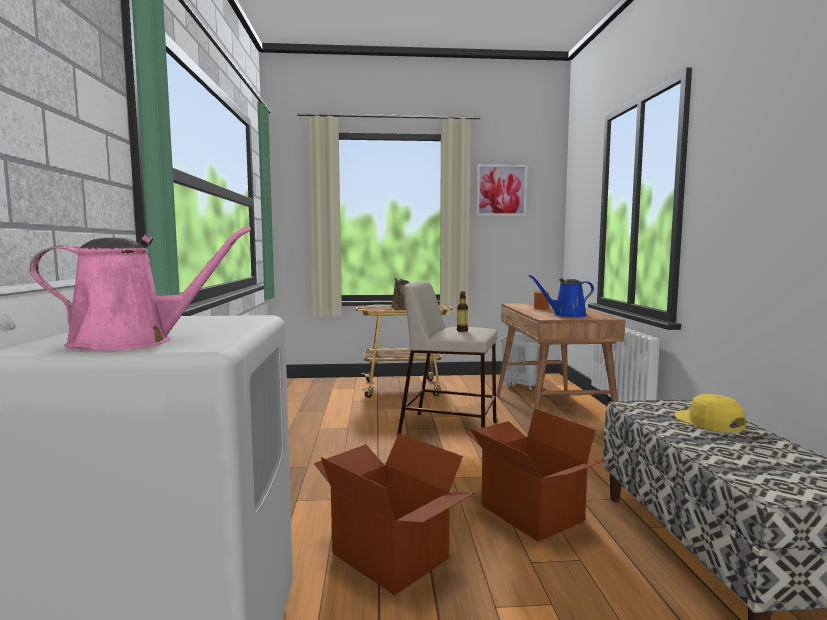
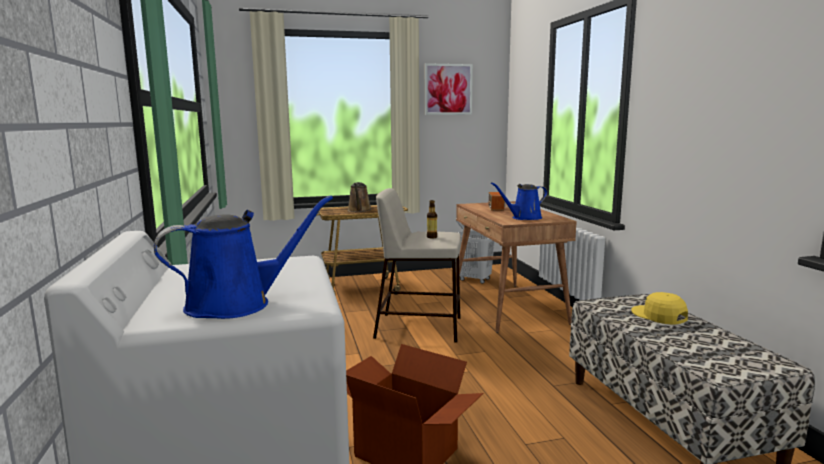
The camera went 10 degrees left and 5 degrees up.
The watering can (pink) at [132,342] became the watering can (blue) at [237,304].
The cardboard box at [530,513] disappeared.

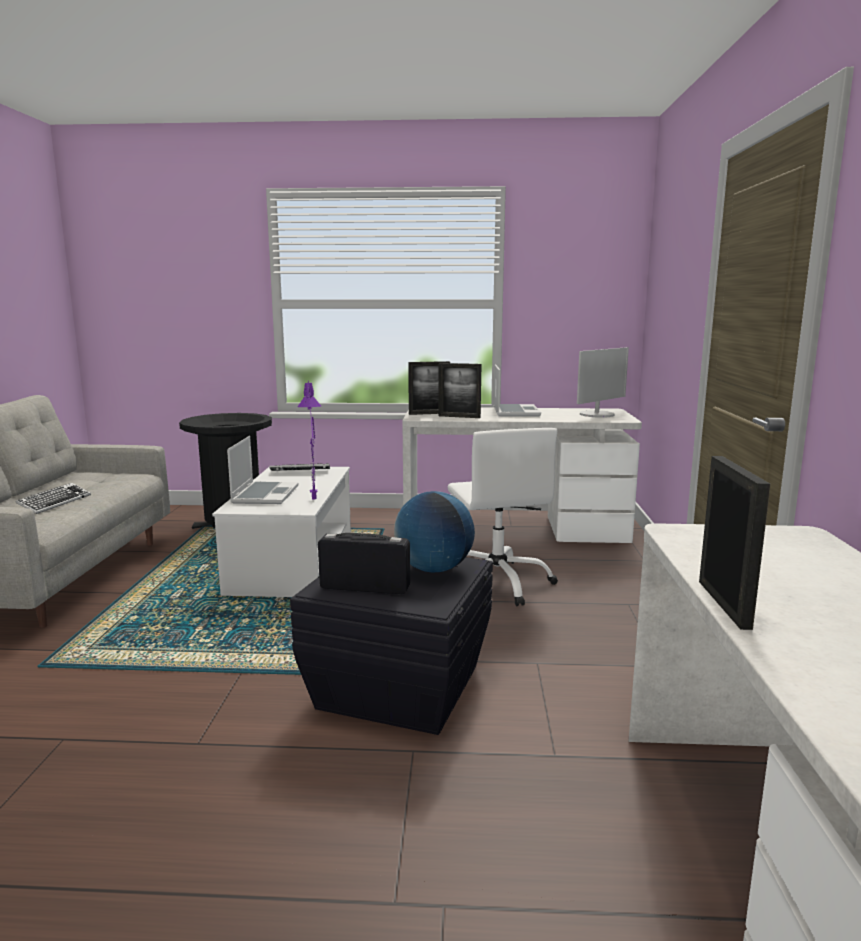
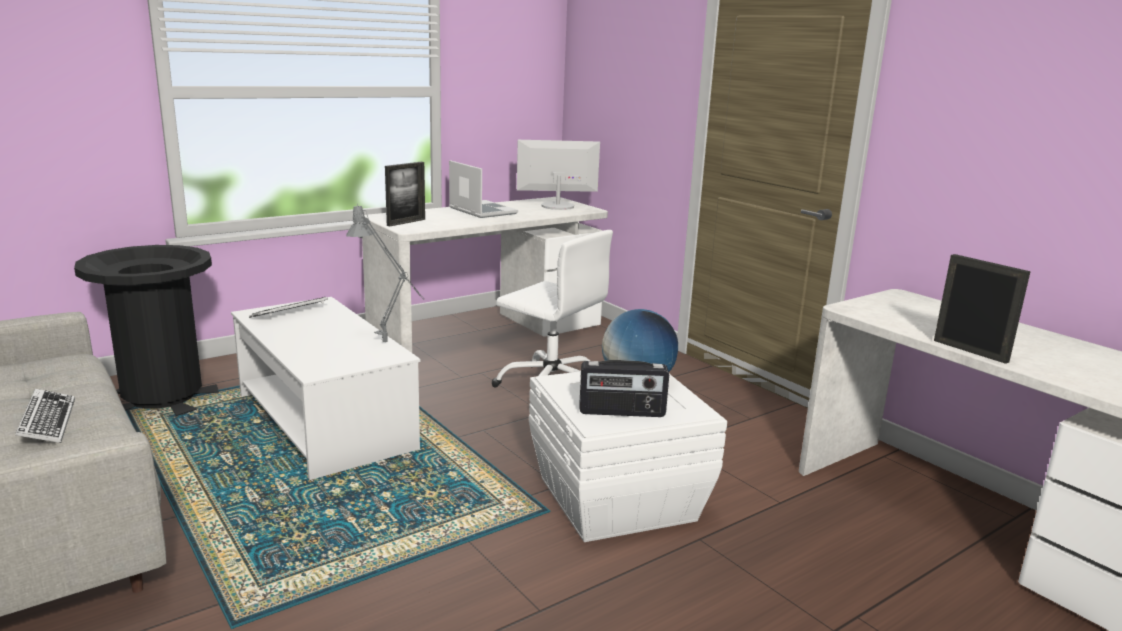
The camera went 40 degrees left and 5 degrees up.
The laptop at [264,494] disappeared.
The storage box (black) at [398,686] became the storage box (white) at [614,498].
The table lamp (purple) at [314,502] became the table lamp (grey) at [389,345].
The radio at [365,587] turned 150 degrees counterclockwise.
The picture frame at [459,417] disappeared.
The monitor at [597,414] turned 105 degrees counterclockwise.

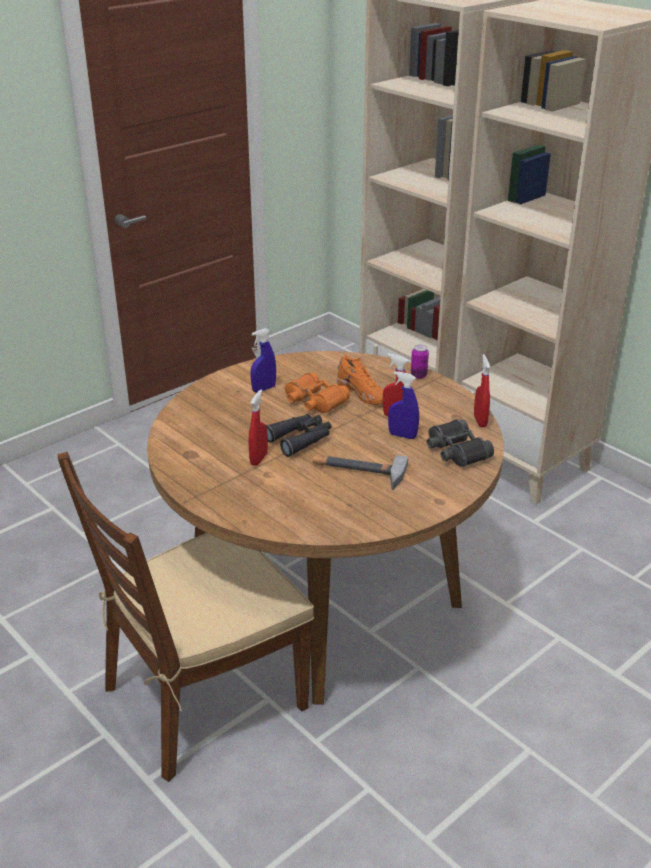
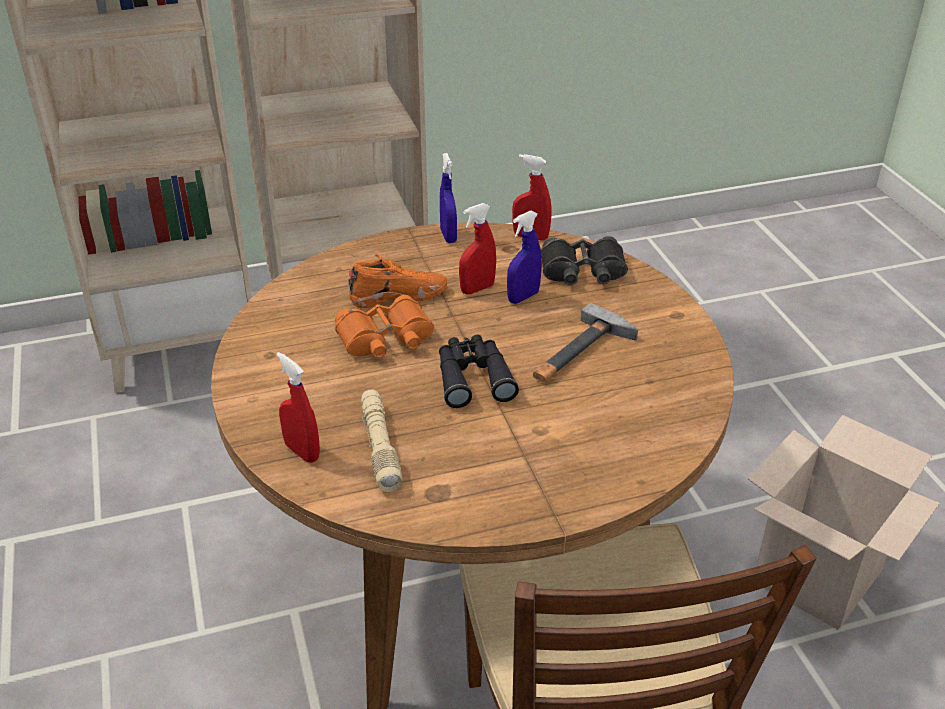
The camera went 65 degrees left and 5 degrees up.
The spray bottle (red) moved from [259,459] to [302,452].
The spray bottle (blue) moved from [264,389] to [448,236].
The can at [418,375] disappeared.
The flashlight (beige) at [380,447] appeared.
The cardboard box at [817,576] appeared.

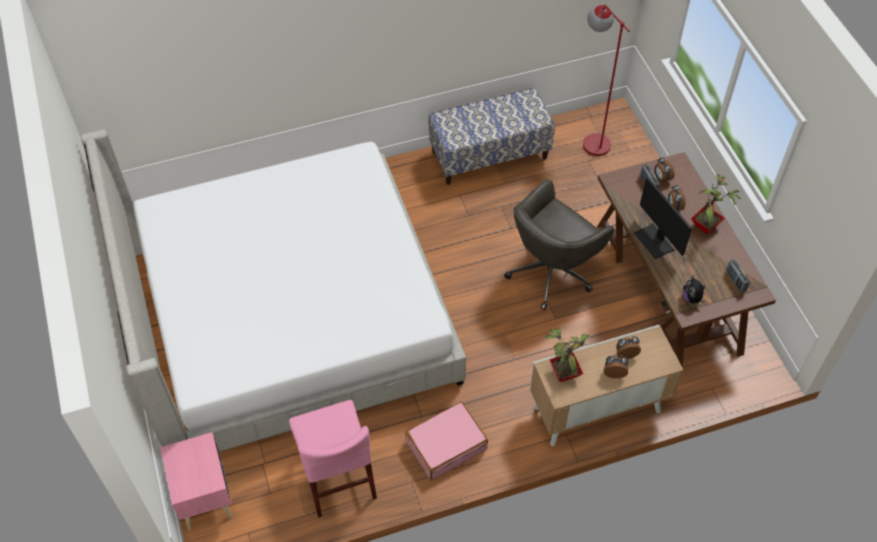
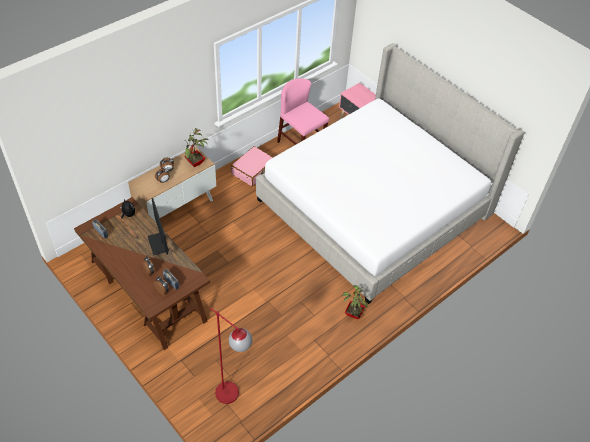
The camera went 155 degrees right and 5 degrees down.
The bench at [489,154] disappeared.
The office chair (grey) at [552,271] disappeared.
The monitor at [654,241] turned 150 degrees counterclockwise.
The potted plant moved from [706,227] to [353,313].

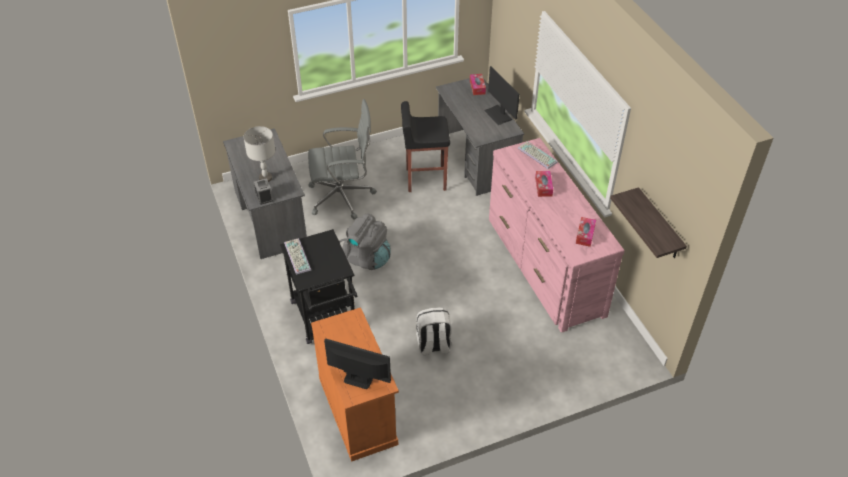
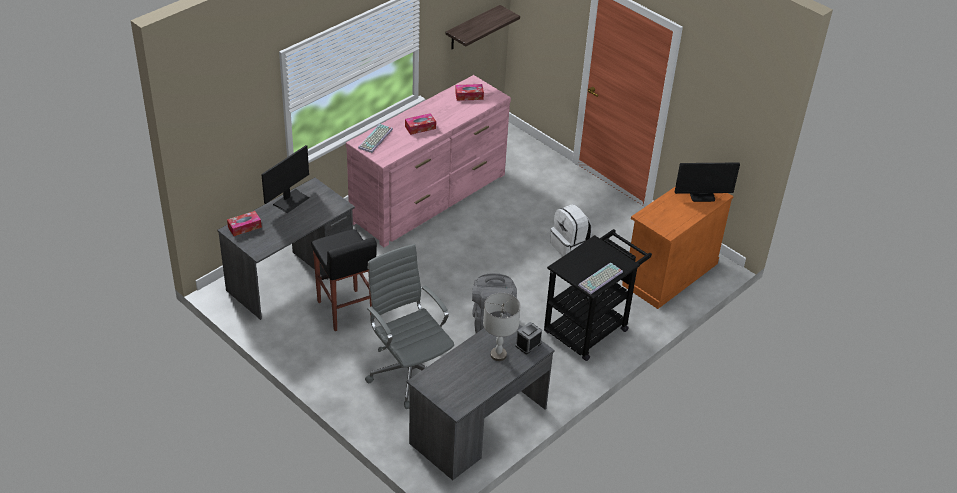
The camera went 115 degrees left and 5 degrees down.
The monitor at [358,379] turned 90 degrees counterclockwise.

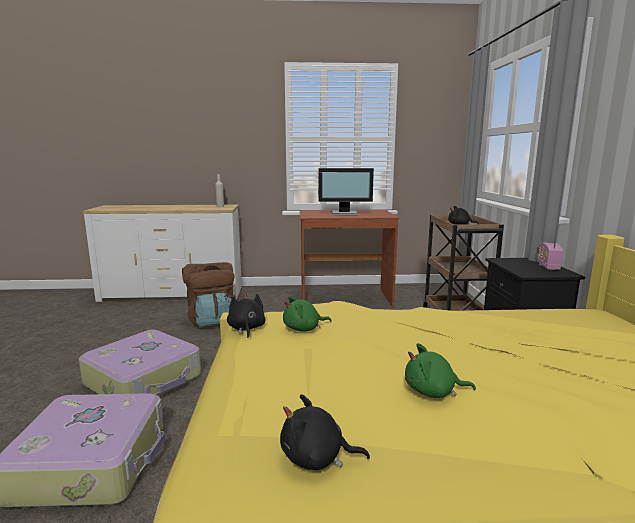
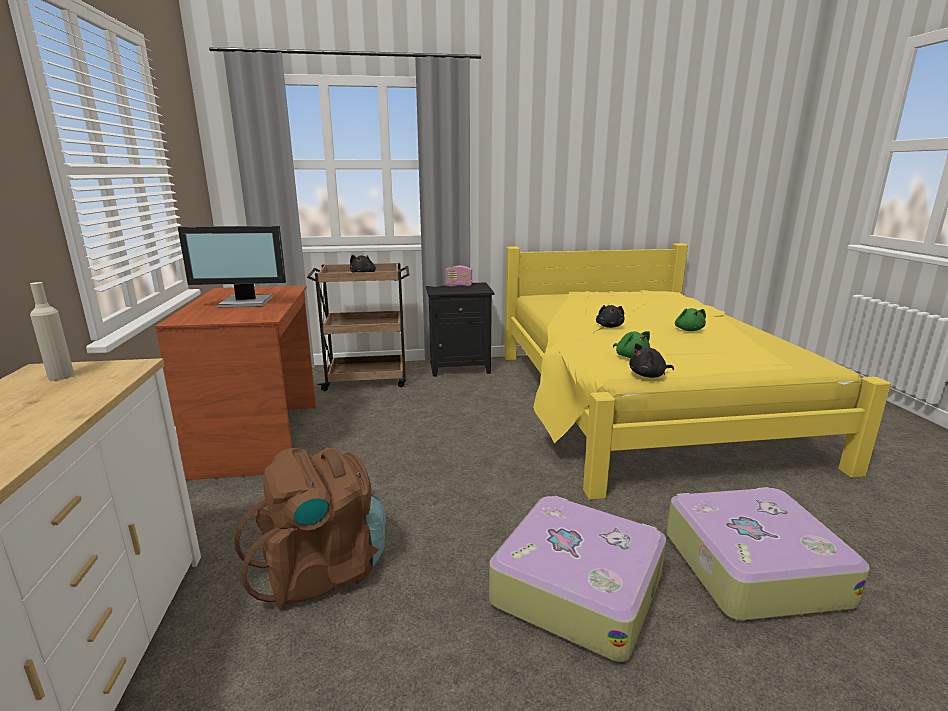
The camera went 95 degrees left and 5 degrees up.
The plush toy (black) moved from [316,458] to [609,326].
The monitor at [345,213] turned 90 degrees clockwise.

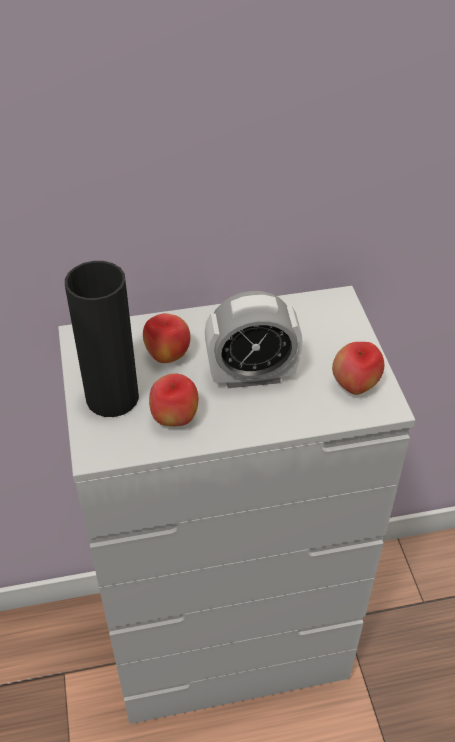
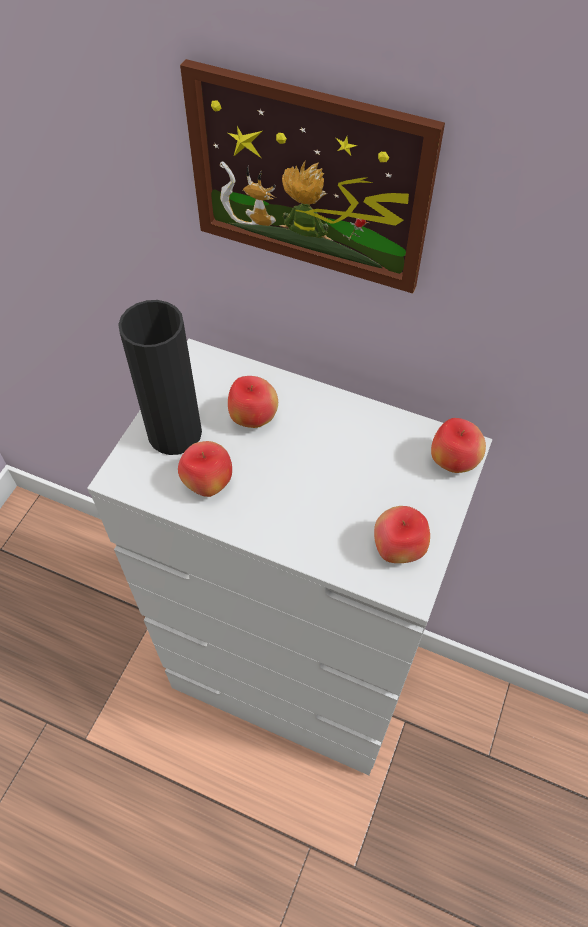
The camera went 35 degrees right and 10 degrees up.
The alarm clock at [252,376] disappeared.
The picture at [308,180] appeared.
The apple at [452,462] appeared.

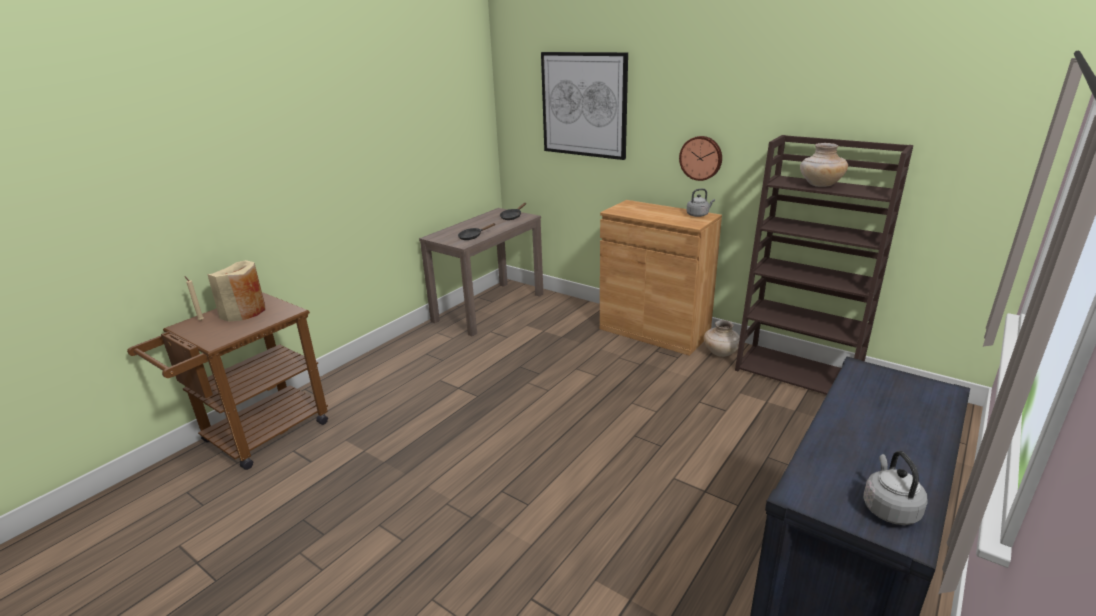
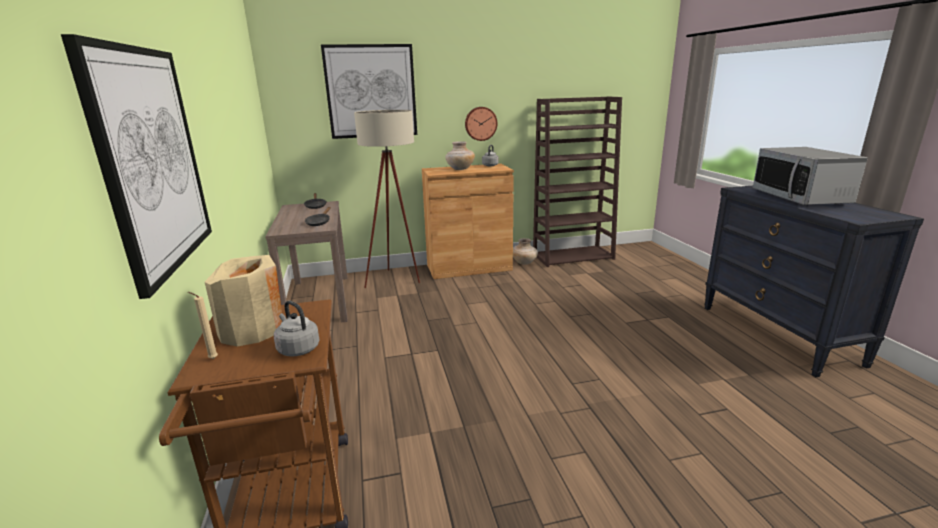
The camera went 50 degrees left and 5 degrees down.
The vase (beige) moved from [820,185] to [460,169].
The kettle (grey) moved from [889,508] to [297,348].
The picture at [152,161] appeared.
The floor lamp (beige) at [396,281] appeared.
The microwave at [800,198] appeared.

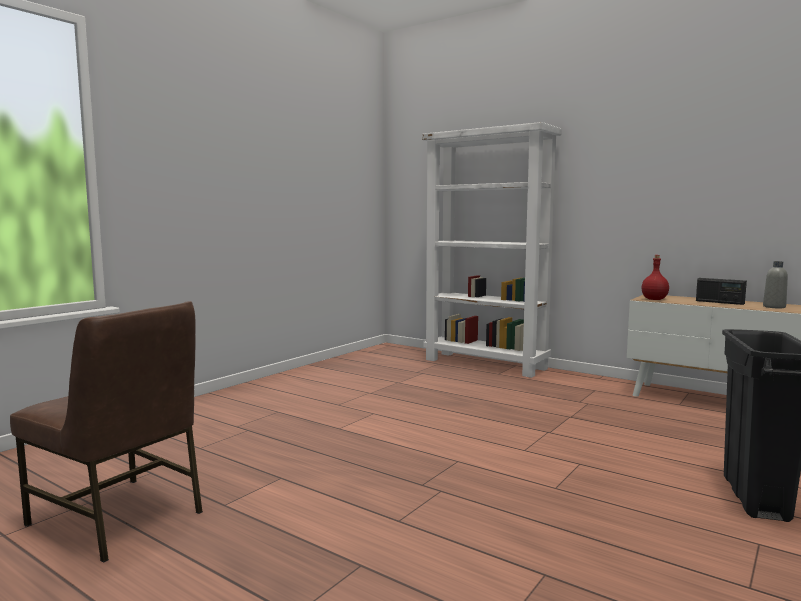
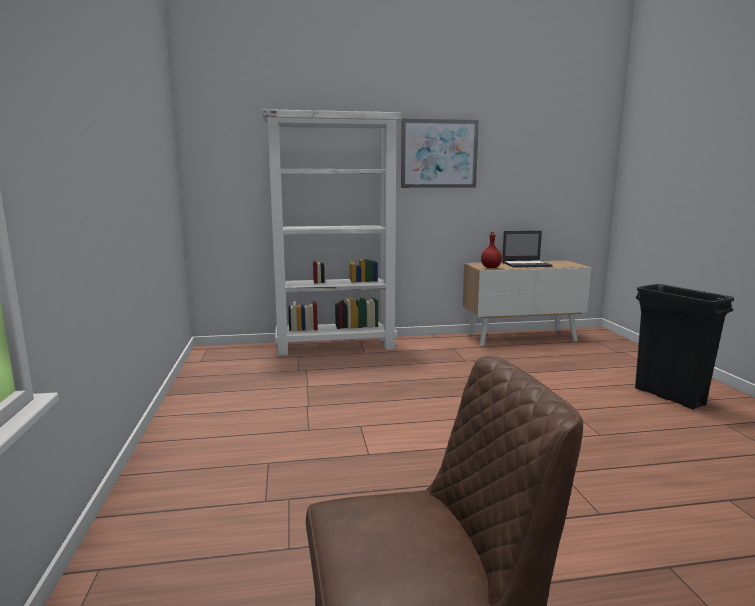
The camera went 45 degrees left and 5 degrees up.
The radio at [719,302] was replaced by the laptop at [527,264].
The bottle (grey) at [774,307] disappeared.
The picture at [439,154] appeared.

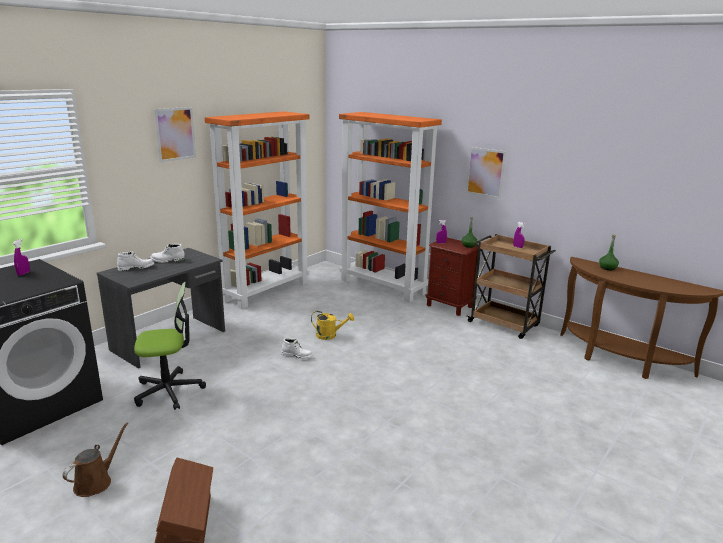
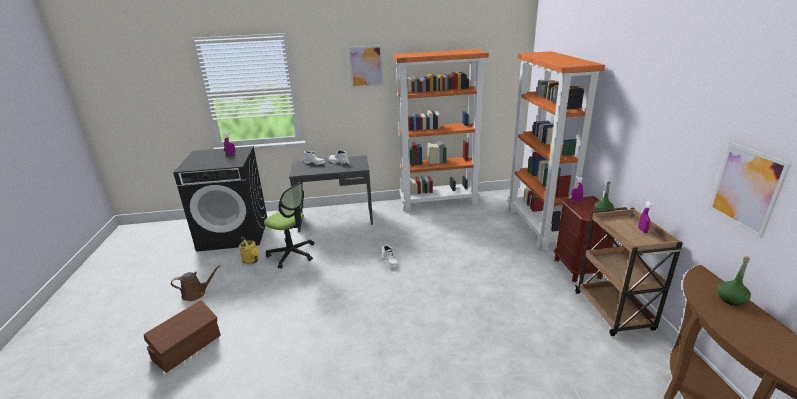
The camera went 45 degrees right and 5 degrees up.
The watering can (yellow) moved from [330,335] to [252,261].
The picture moved from [485,172] to [746,188].

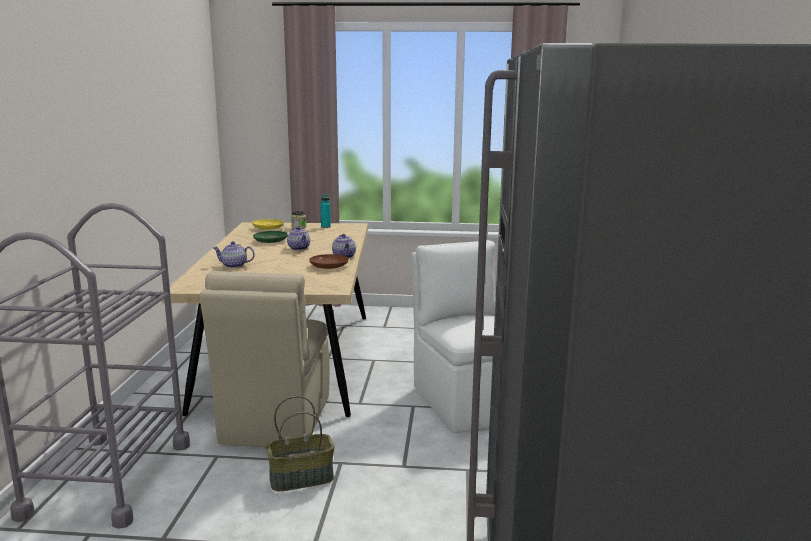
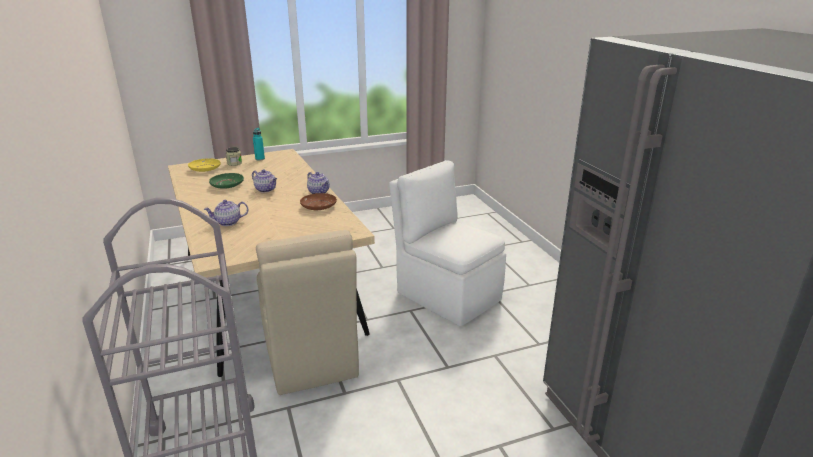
The camera went 25 degrees left and 10 degrees up.
The basket at [302,478] disappeared.

